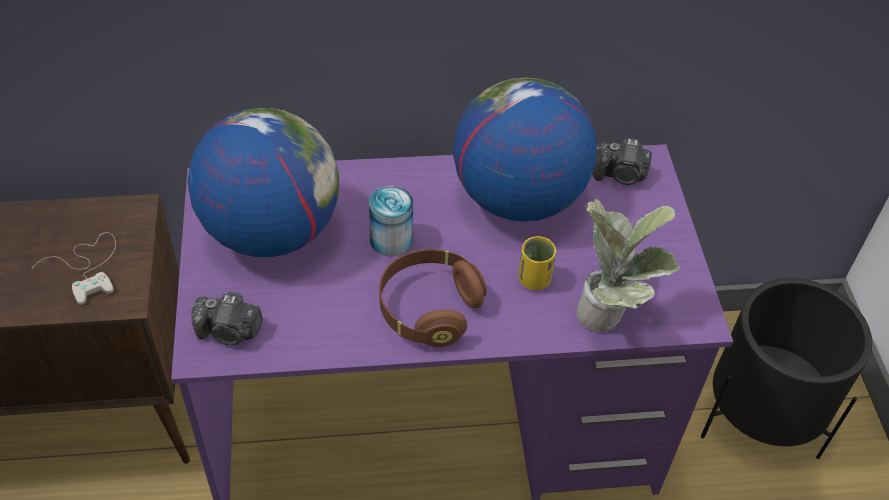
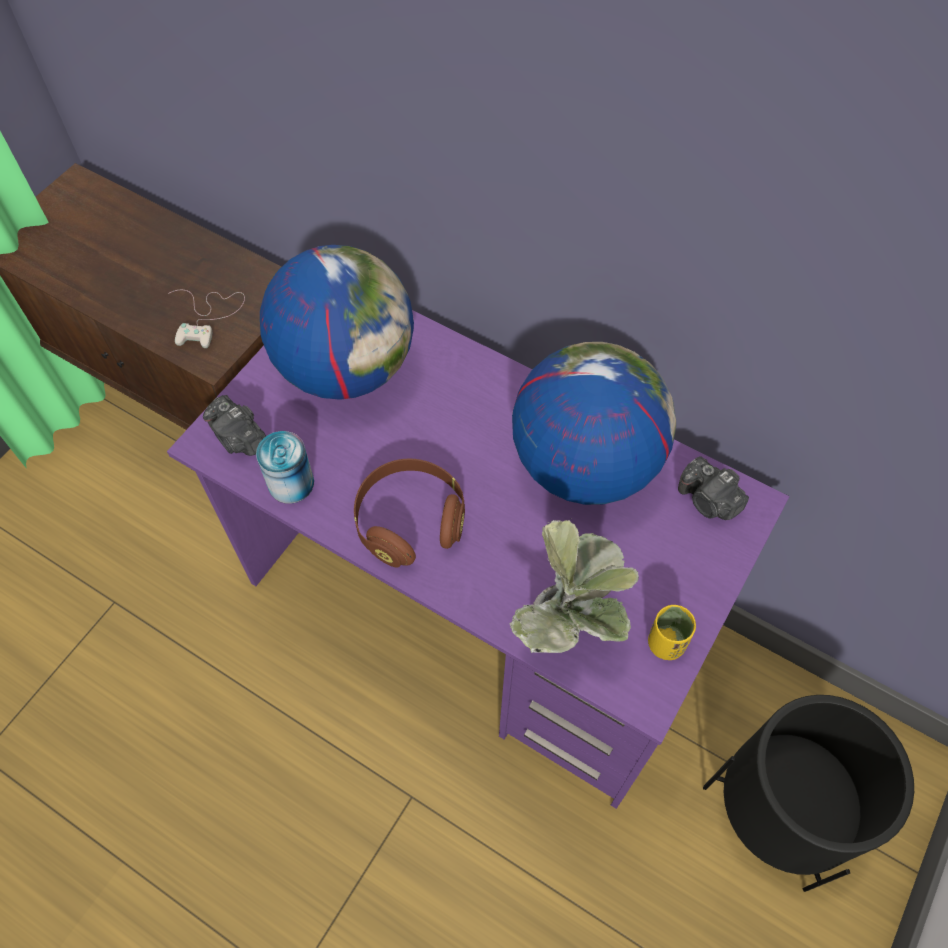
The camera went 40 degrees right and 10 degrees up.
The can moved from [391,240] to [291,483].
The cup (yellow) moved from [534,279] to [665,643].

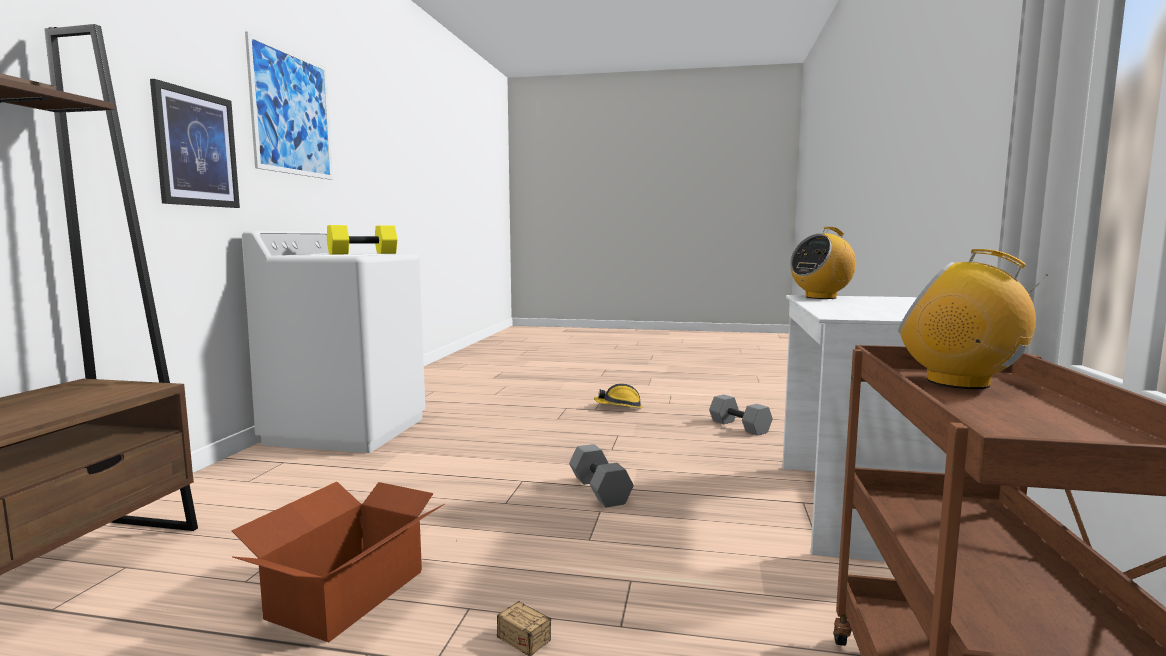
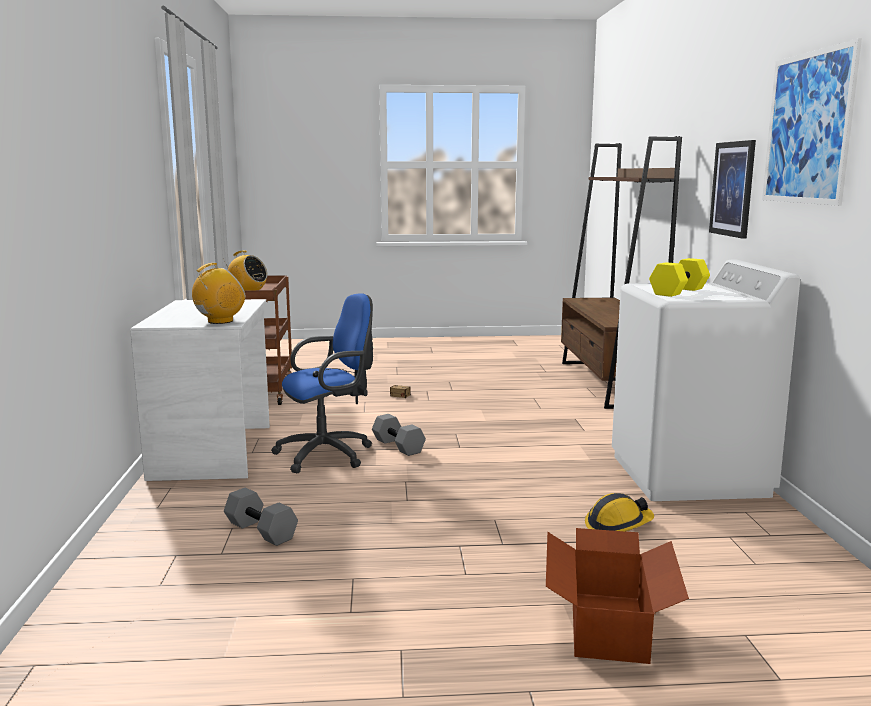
The camera went 165 degrees right and 5 degrees up.
The cardboard box moved from [345,594] to [609,626].
The hard hat moved from [619,407] to [617,525].
The office chair (blue) at [329,454] appeared.

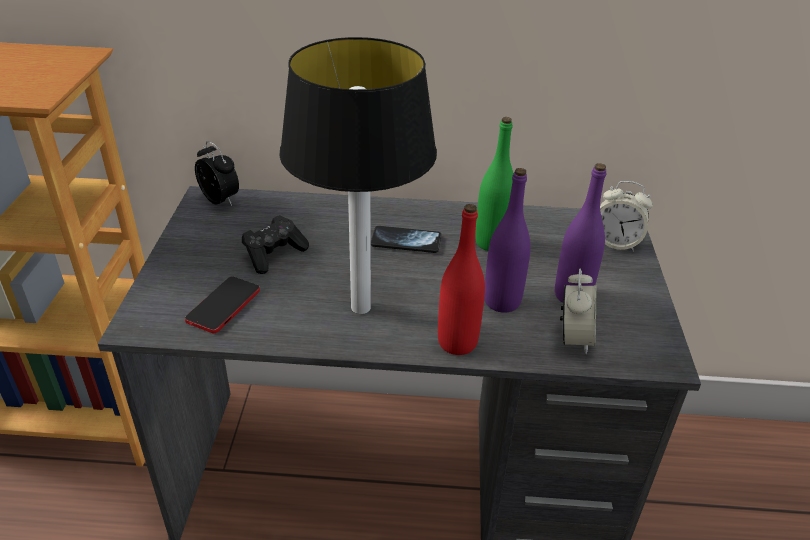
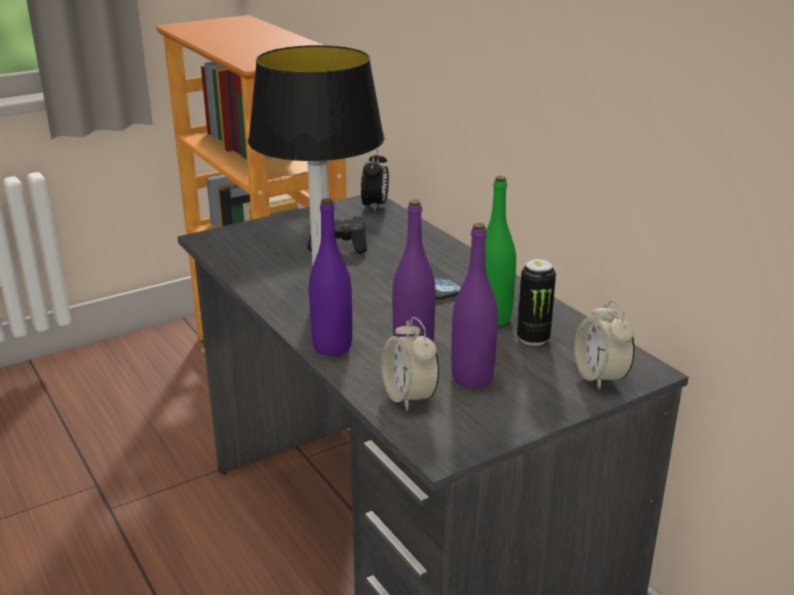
The camera went 55 degrees right and 10 degrees down.
The phone at [223,305] disappeared.
The bottle (red) at [457,342] became the bottle (purple) at [332,347].
The alarm clock at [574,338] turned 90 degrees clockwise.
The can at [533,338] appeared.

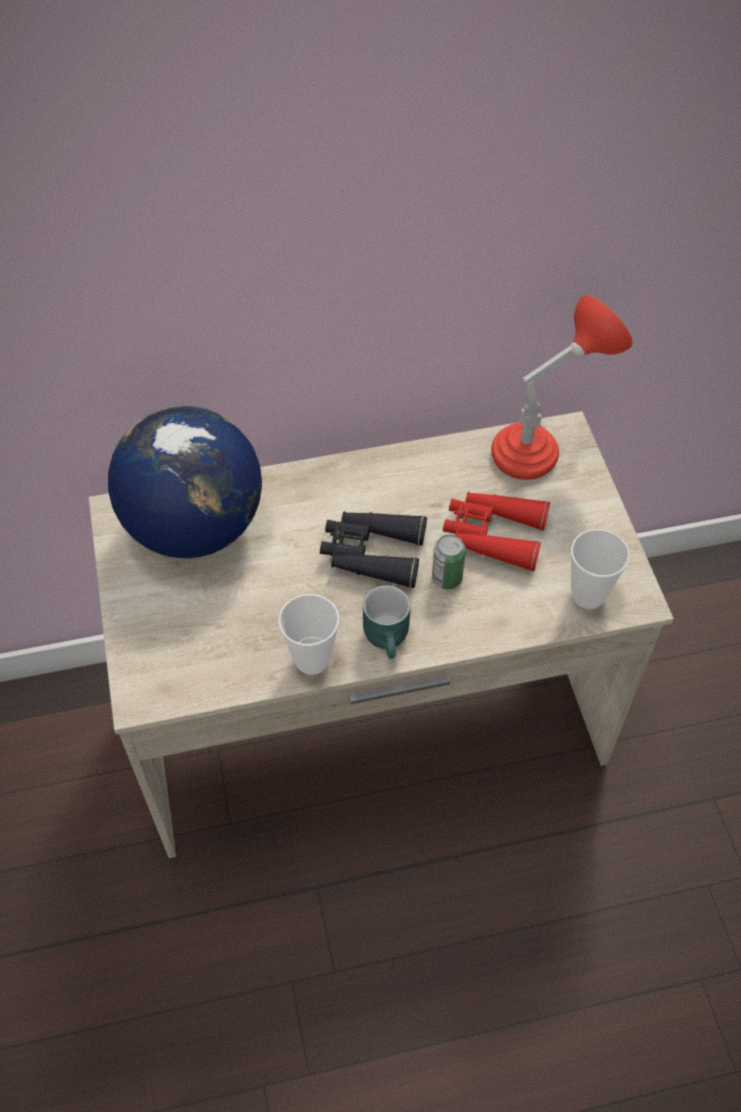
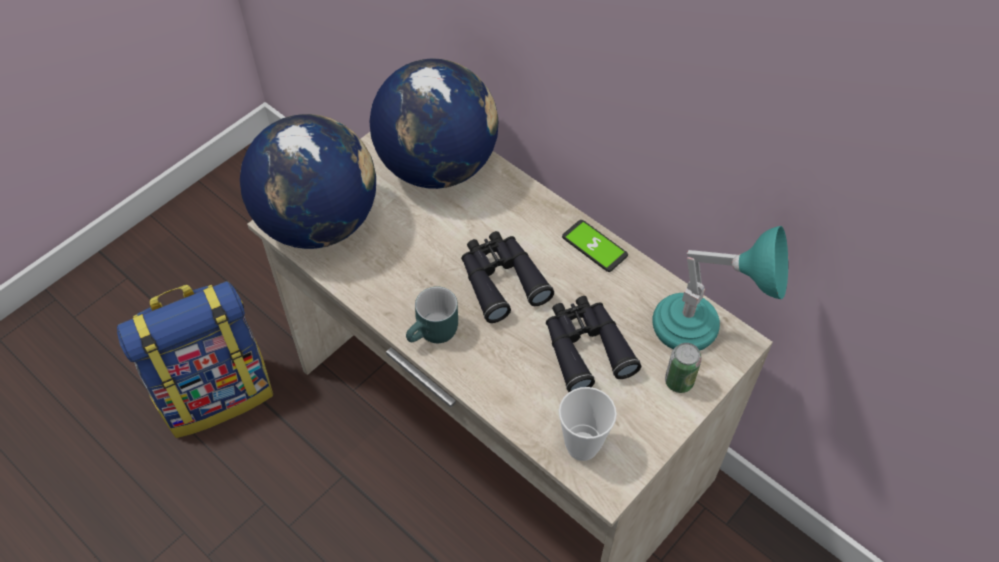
The camera went 55 degrees right and 0 degrees up.
The cup at [312,660] disappeared.
The can moved from [446,578] to [679,381].
The binoculars (red) at [493,534] became the binoculars (black) at [585,347].
The table lamp (red) at [542,448] became the table lamp (turquoise) at [703,334].
The backpack at [216,392] appeared.
The globe at [319,222] appeared.
The phone at [594,246] appeared.

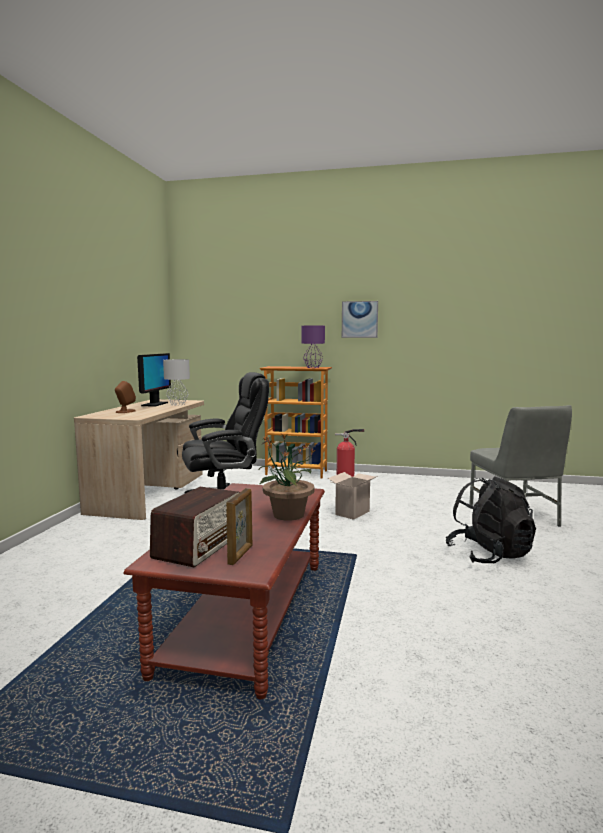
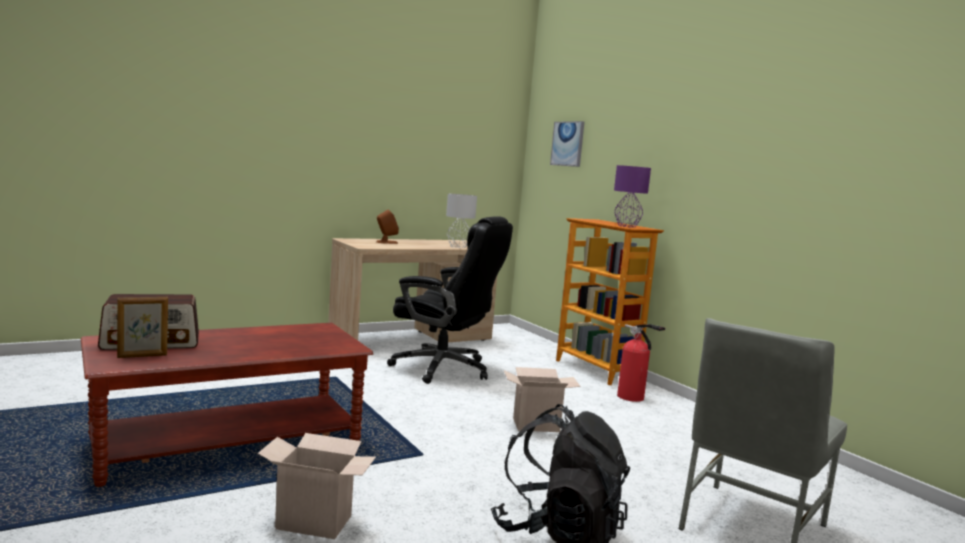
The camera went 45 degrees right and 0 degrees up.
The monitor at [154,404] disappeared.
The potted plant at [287,515] disappeared.
The picture moved from [359,319] to [567,144].
The cardboard box at [316,522] appeared.

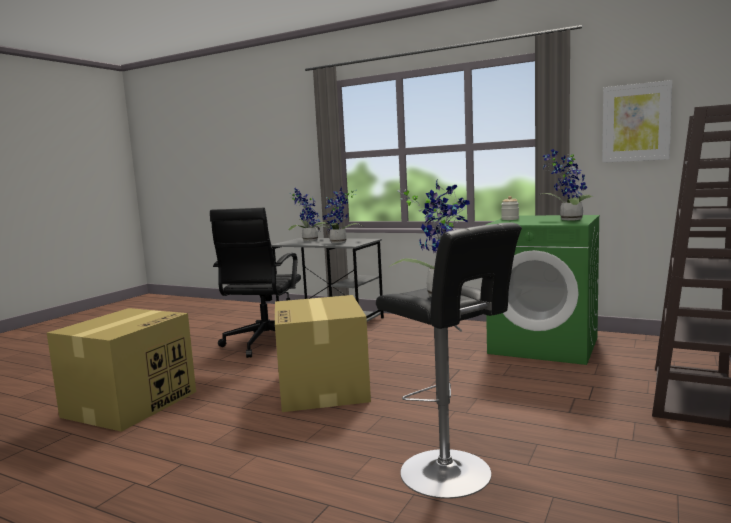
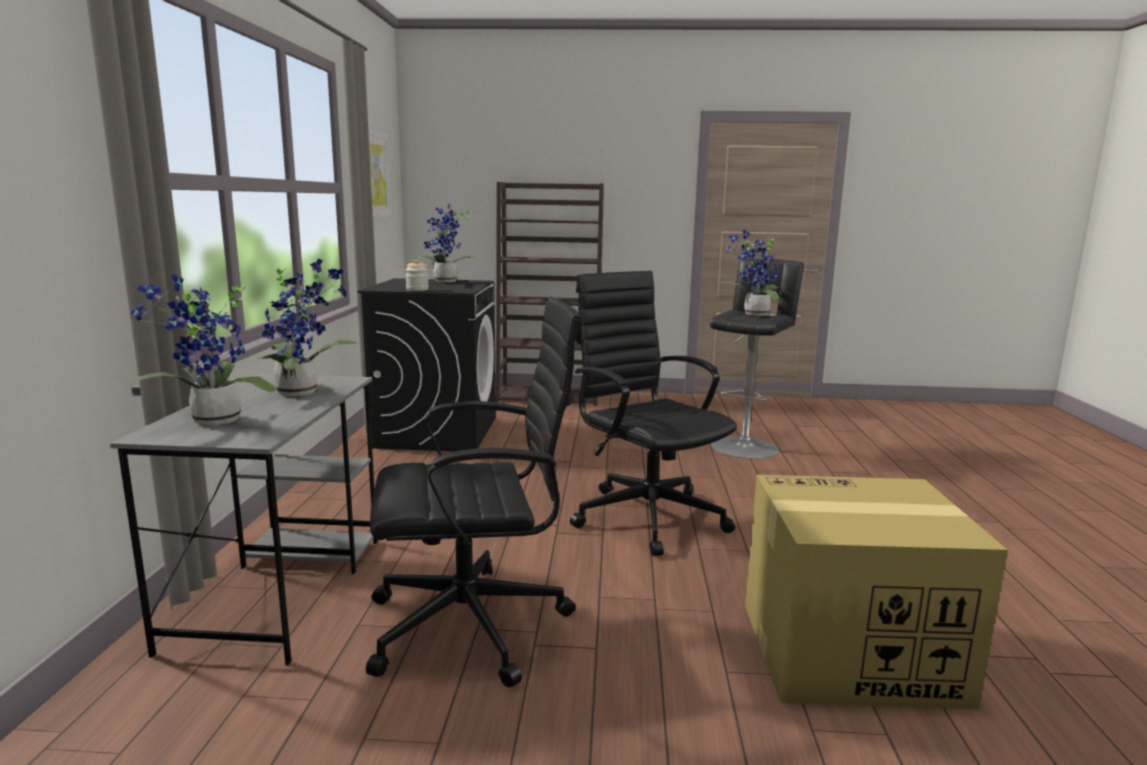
The camera went 115 degrees left and 5 degrees up.
The cardboard box at [323,388] was replaced by the office chair (black) at [646,515].
The washing machine (green) at [544,345] became the washing machine (black) at [436,432].

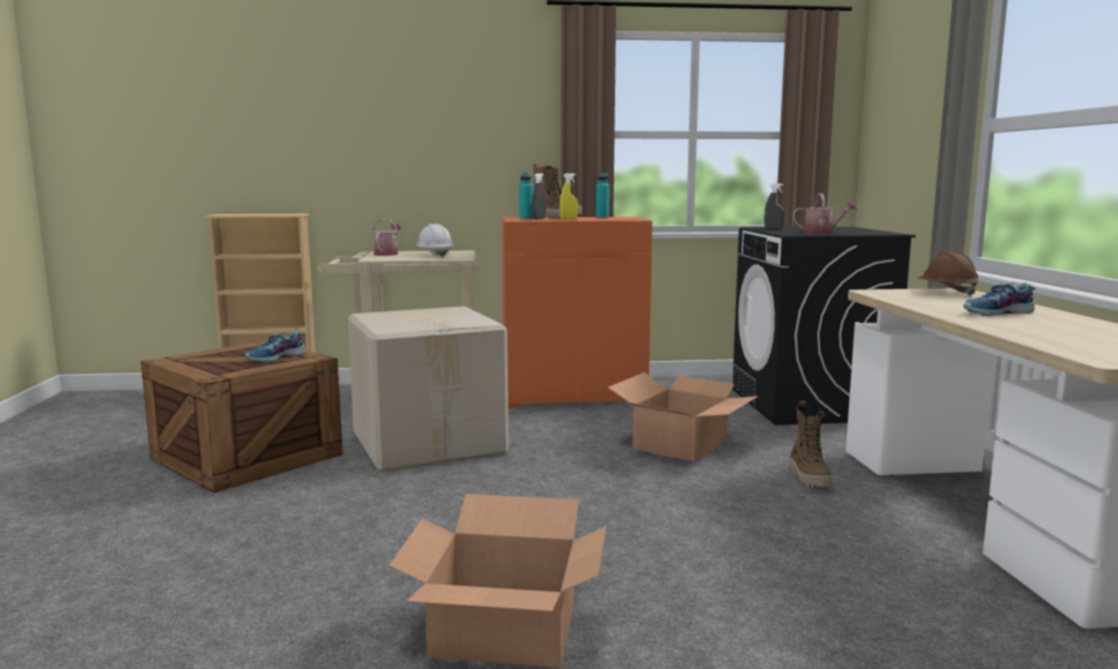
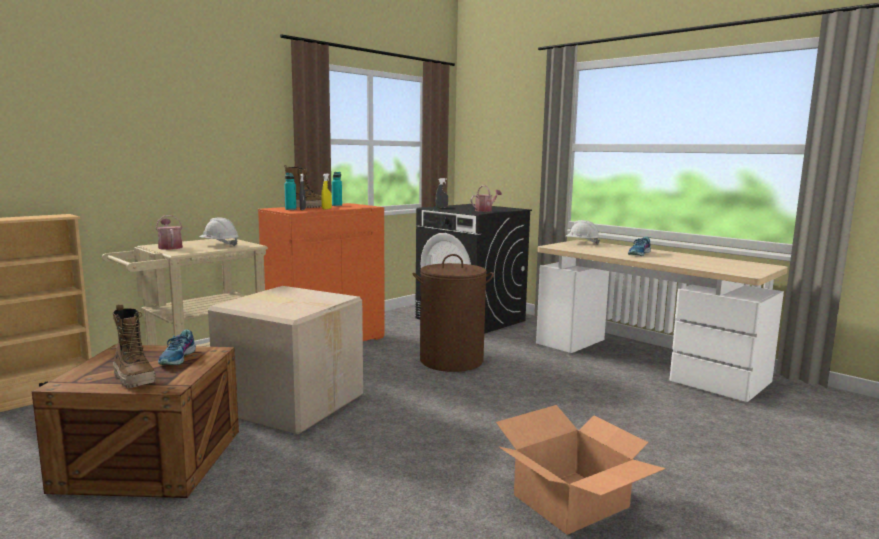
The camera went 40 degrees left and 0 degrees up.
The cardboard box at [681,445] was replaced by the laundry basket (brown) at [451,360].
The boot moved from [809,478] to [134,379].
The hard hat (brown) at [946,292] became the hard hat (white) at [581,243].

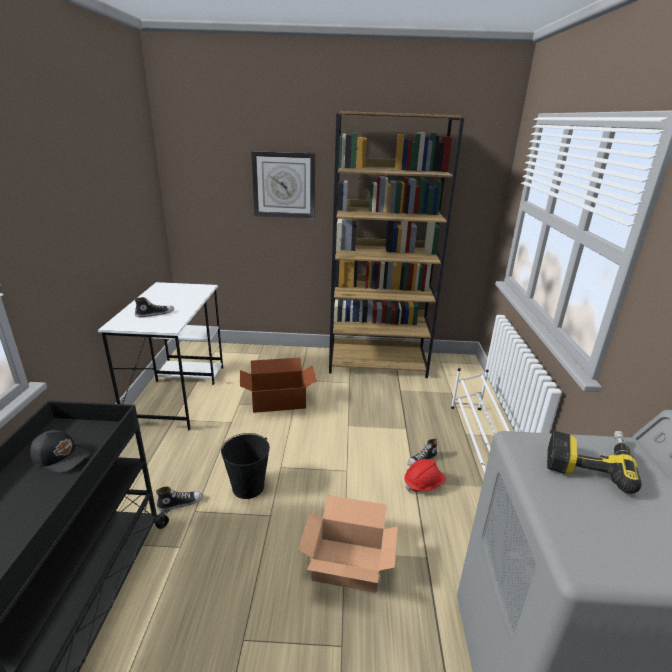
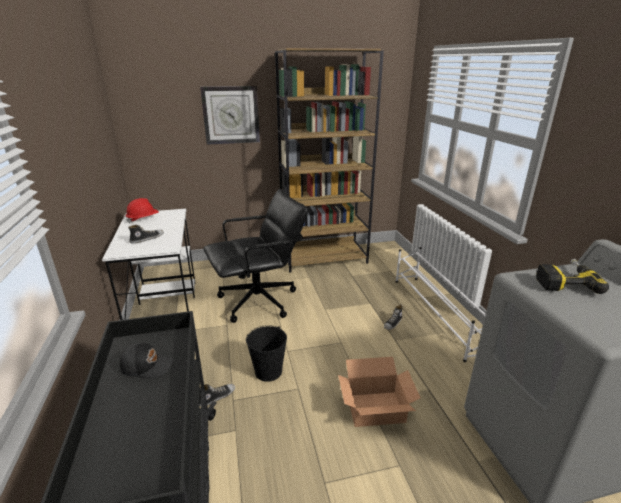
The camera went 15 degrees left and 0 degrees up.
The cardboard box at [279,401] was replaced by the office chair (black) at [259,301].
The hard hat (red) moved from [423,484] to [143,219].

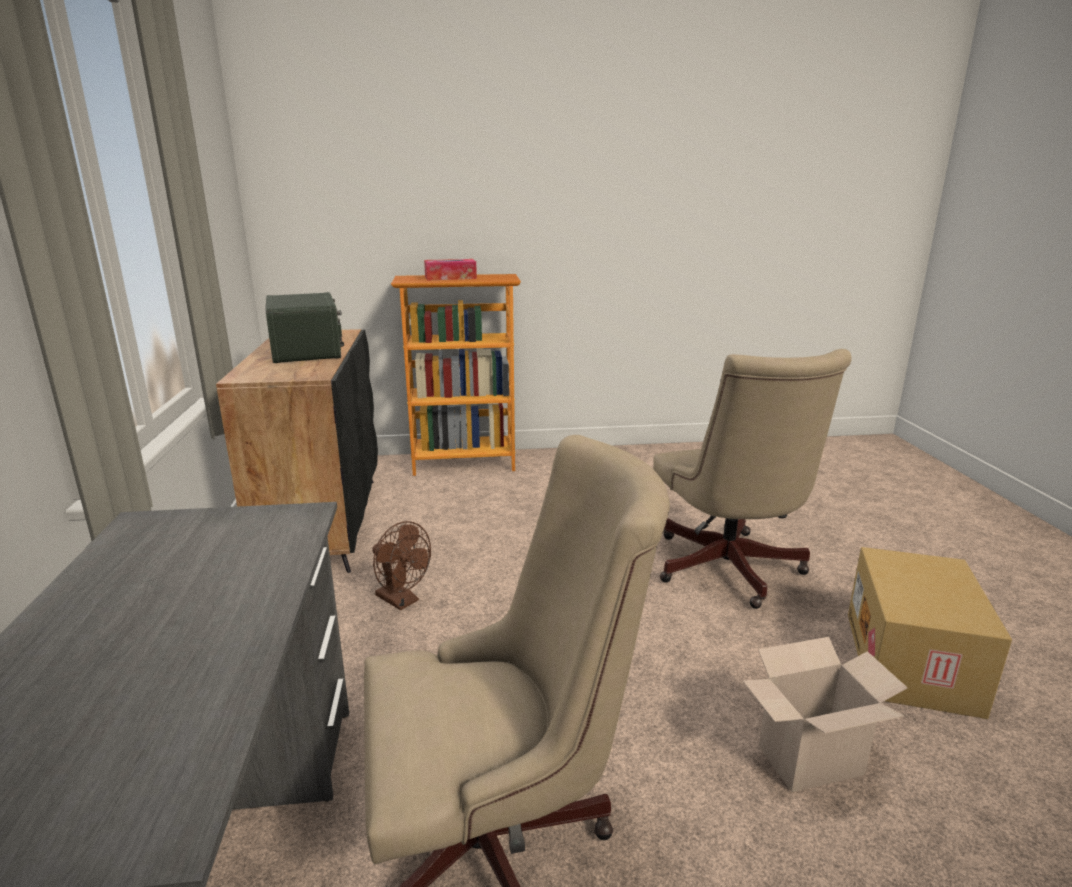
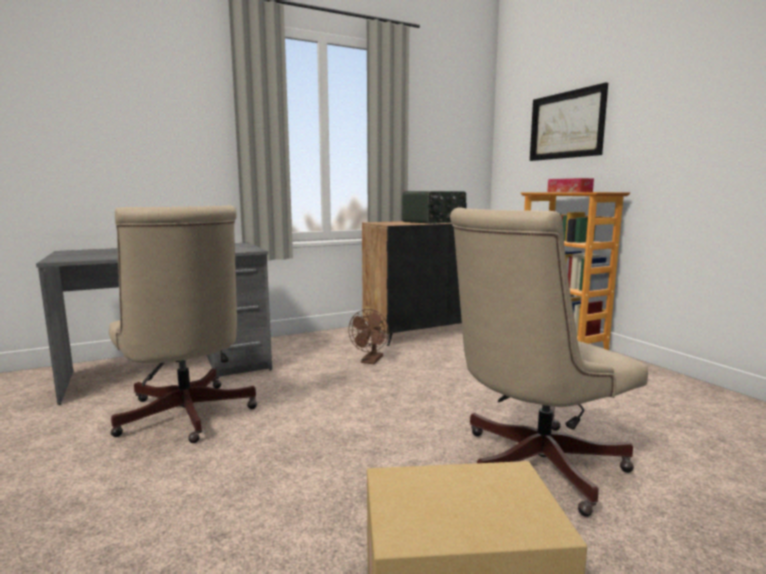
The camera went 70 degrees right and 10 degrees down.
The cardboard box at [809,763] disappeared.
The picture at [566,125] appeared.

